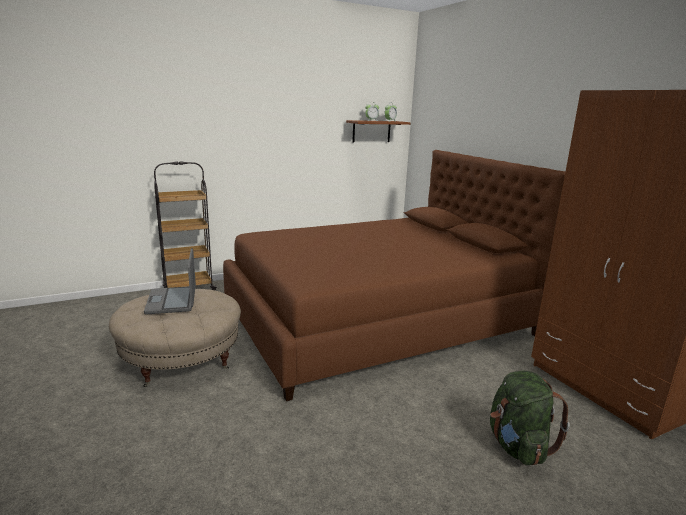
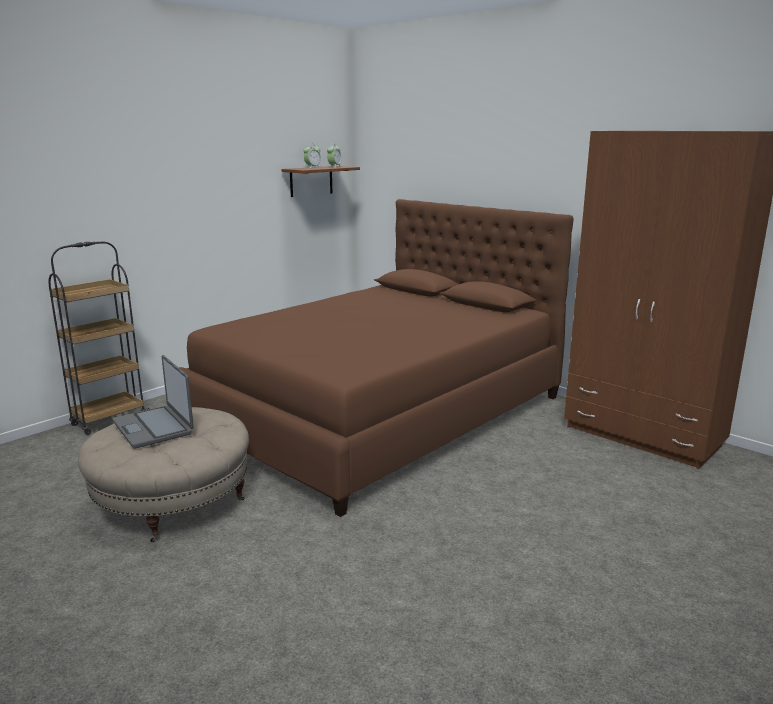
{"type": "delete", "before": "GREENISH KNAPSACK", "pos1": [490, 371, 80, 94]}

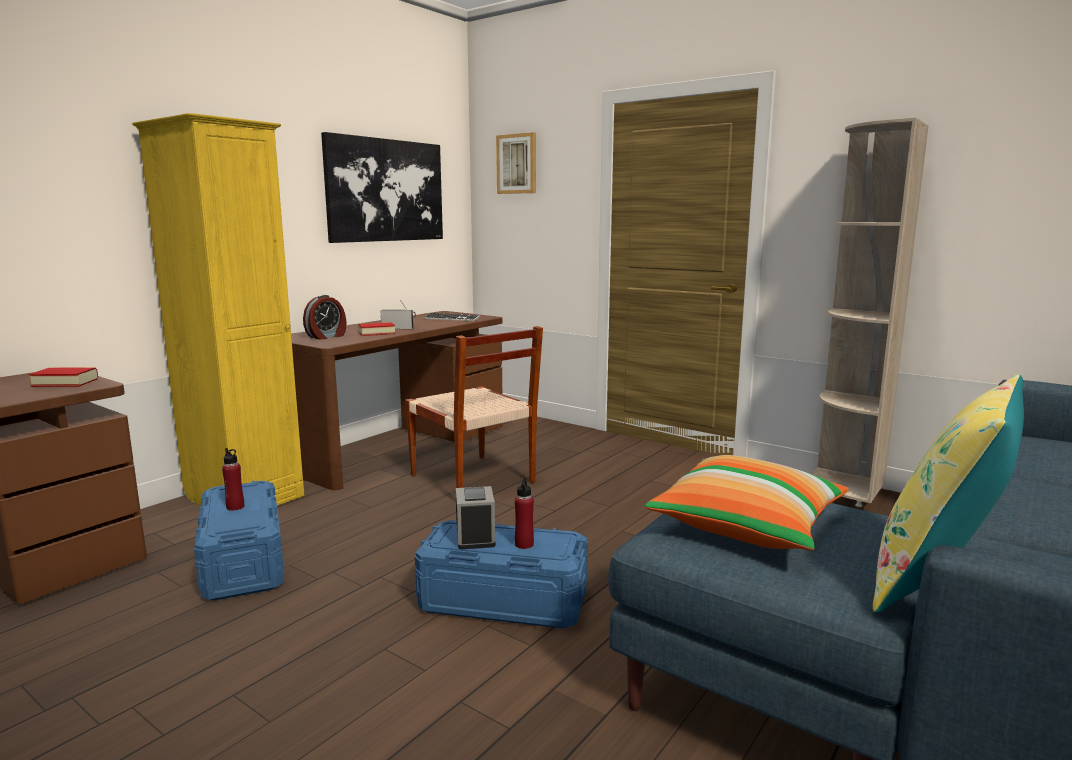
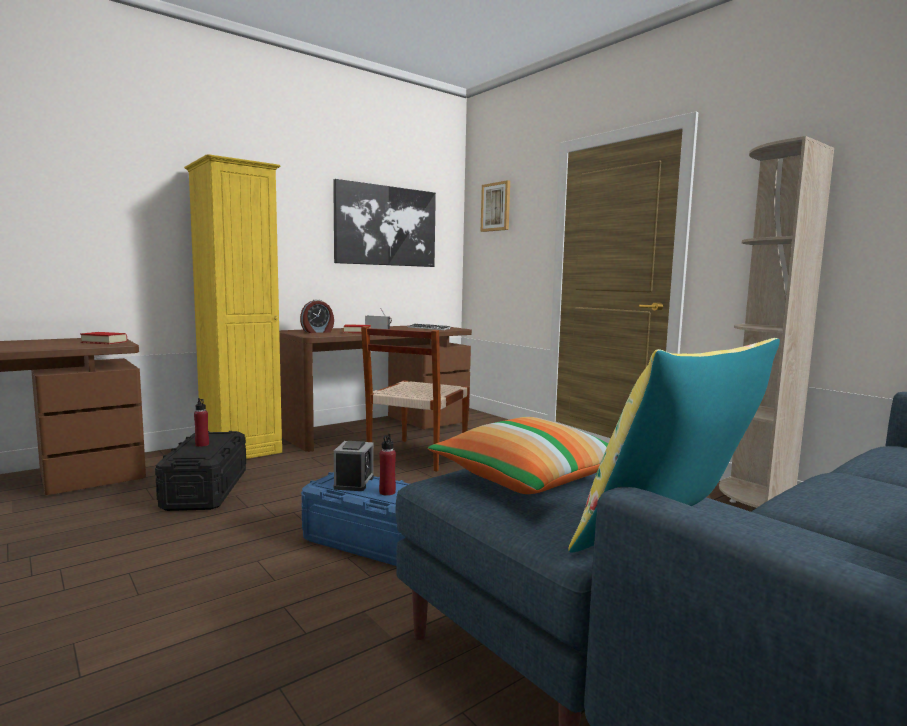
{"type": "recolor", "before": "BLUE STORAGE CONTAINER", "after": "BLACK STORAGE CONTAINER", "pos1": [194, 481, 90, 119], "pos2": [155, 431, 91, 80]}
{"type": "rotate", "before": "UPRIGHT CHAIR", "pos1": [405, 326, 138, 162], "pos2": [361, 326, 109, 146], "turn": 45}

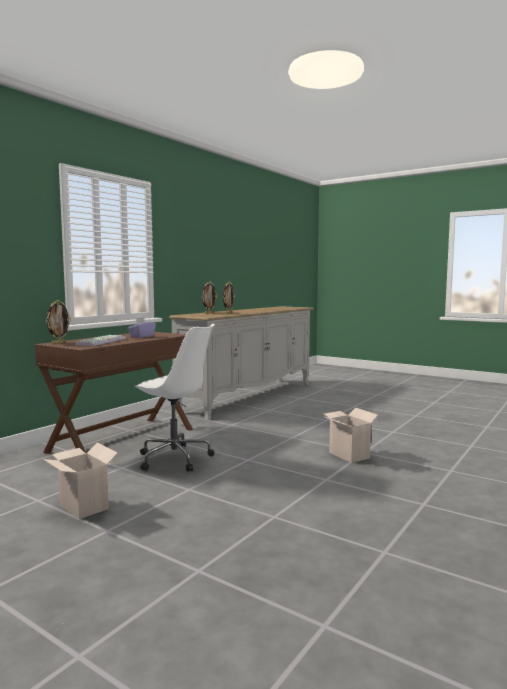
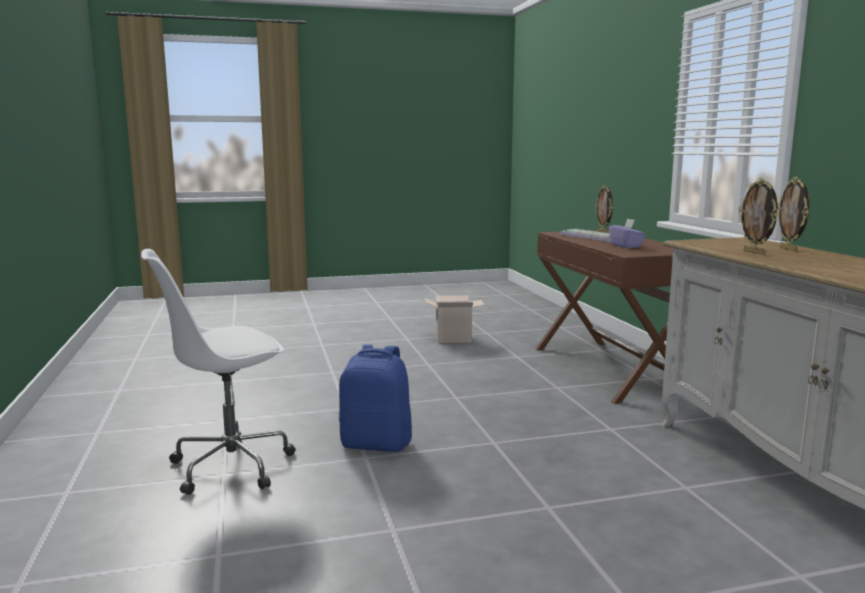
{"type": "move", "before": "WHITE-COLOURED COMPUTER CHAIR", "pos1": [135, 324, 80, 148], "pos2": [141, 249, 155, 246]}
{"type": "replace", "before": "CARDBOARD BOX", "after": "BLUE KNAPSACK", "pos1": [322, 407, 57, 56], "pos2": [339, 344, 73, 108]}

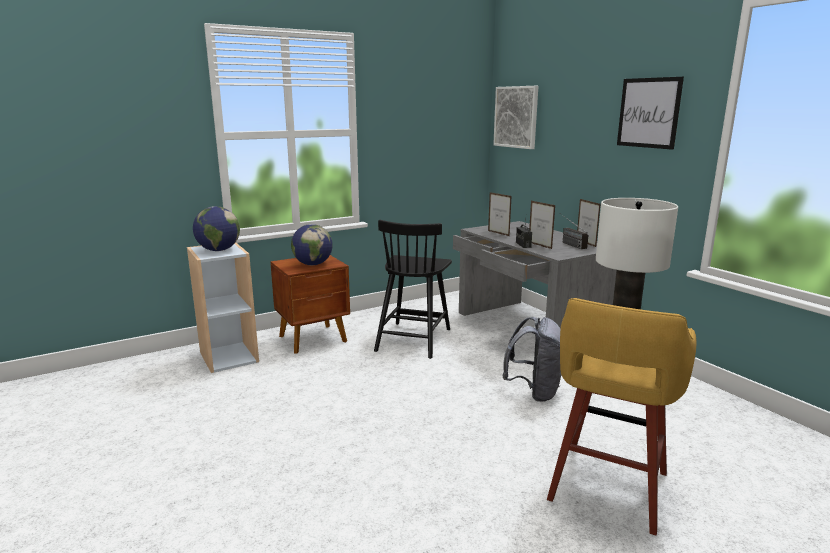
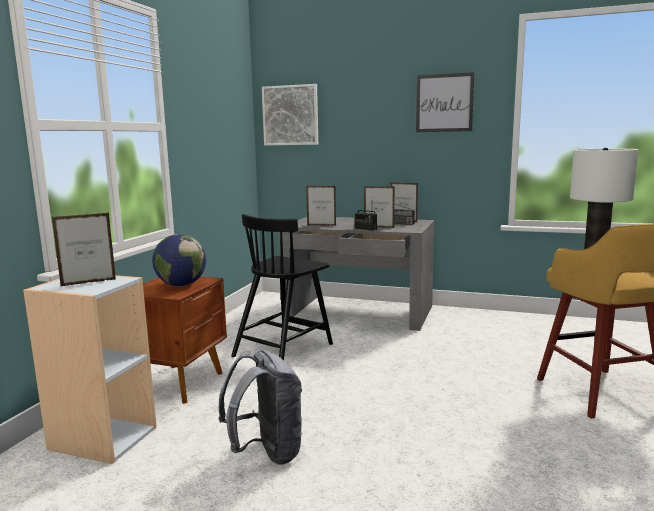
{"type": "move", "before": "GRAY KNAPSACK", "pos1": [502, 317, 59, 85], "pos2": [219, 349, 84, 116]}
{"type": "replace", "before": "DESK GLOBE", "after": "PHOTO FRAME", "pos1": [193, 206, 47, 45], "pos2": [52, 213, 64, 73]}
{"type": "rotate", "before": "BLACK UPRIGHT CHAIR", "pos1": [374, 220, 78, 139], "pos2": [231, 214, 102, 146], "turn": 60}

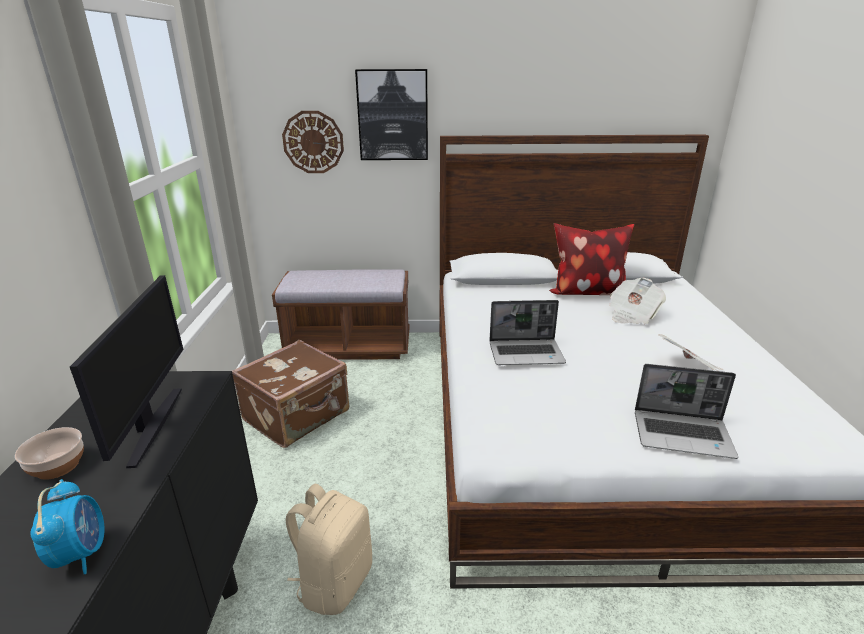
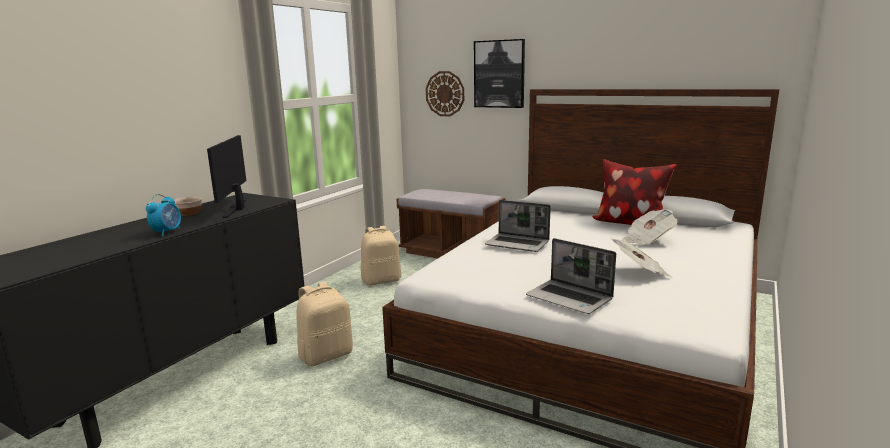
{"type": "replace", "before": "BROWN-COLOURED SUITCASE", "after": "SAND-COLOURED KNAPSACK", "pos1": [232, 340, 117, 108], "pos2": [361, 226, 40, 59]}
{"type": "rotate", "before": "COMPUTER DISPLAY", "pos1": [70, 275, 113, 193], "pos2": [207, 135, 39, 83], "turn": 150}

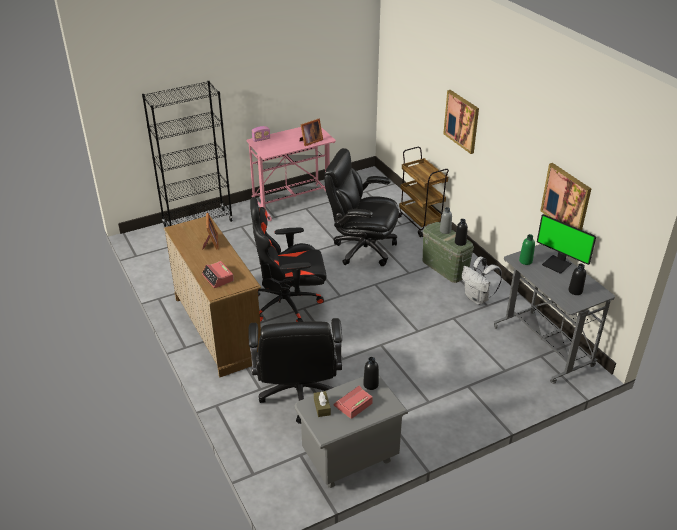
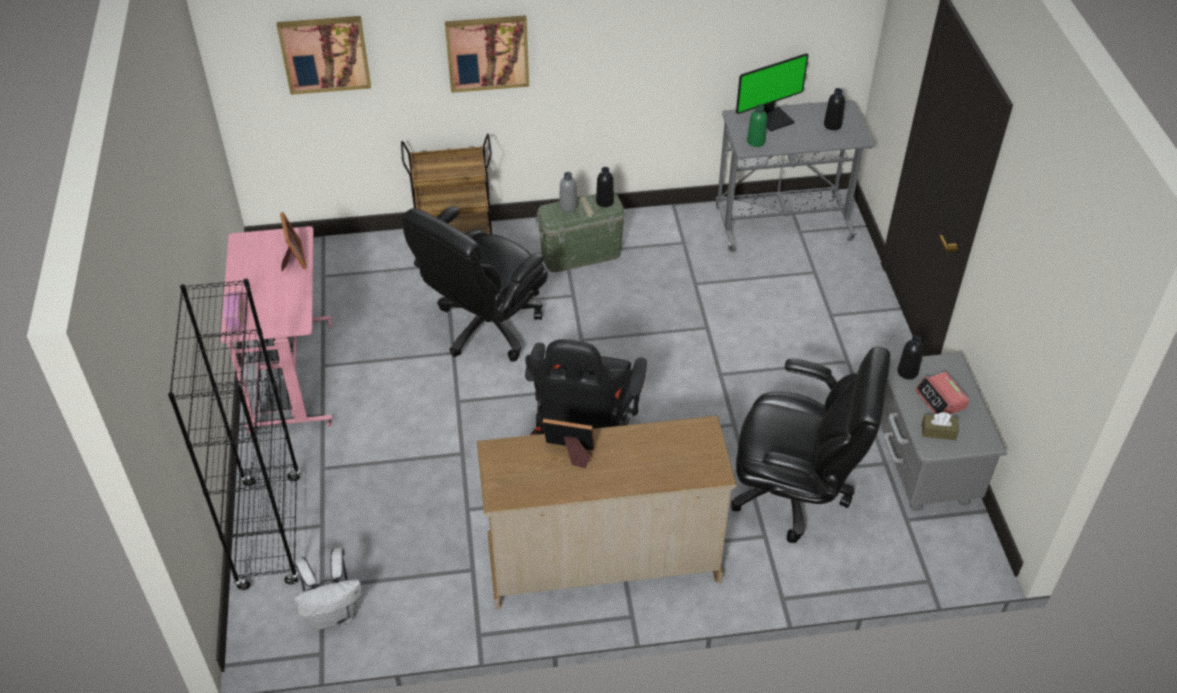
{"type": "delete", "before": "ALARM CLOCK", "pos1": [202, 261, 32, 27]}
{"type": "move", "before": "WHITE-COLOURED KNAPSACK", "pos1": [462, 256, 40, 49], "pos2": [293, 548, 69, 82]}
{"type": "move", "before": "PICTURE", "pos1": [540, 163, 51, 67], "pos2": [277, 16, 94, 79]}

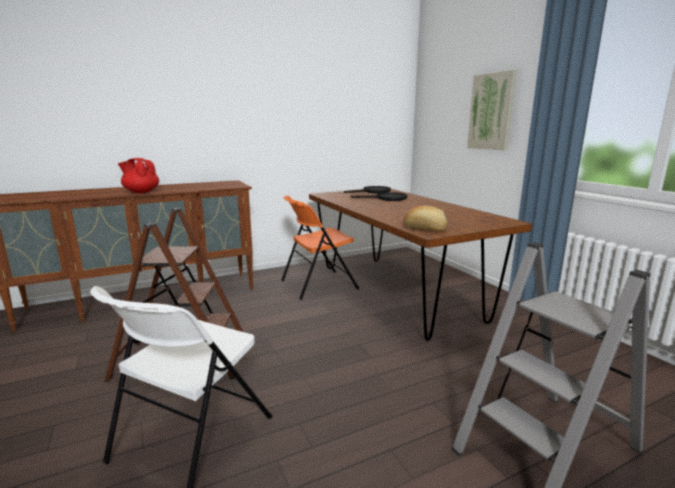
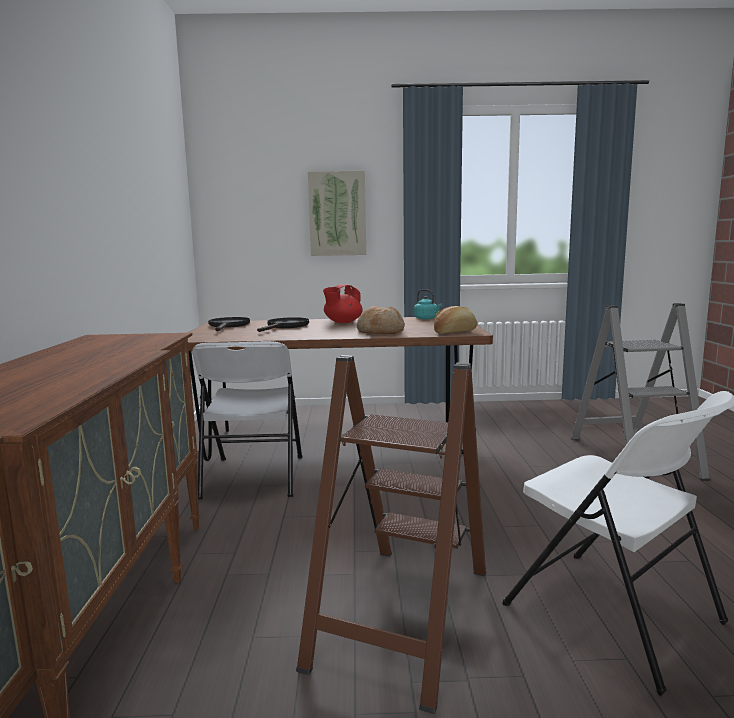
{"type": "insert", "after": "BAKERY BREAD", "pos2": [357, 306, 48, 28]}
{"type": "insert", "after": "BLUE-GREEN TEA KETTLE", "pos2": [414, 289, 28, 30]}
{"type": "move", "before": "RED-COLOURED POT FOR TEA", "pos1": [118, 158, 41, 35], "pos2": [323, 284, 40, 39]}
{"type": "recolor", "before": "ORANGEY UPRIGHT CHAIR", "after": "WHITE-COLOURED UPRIGHT CHAIR", "pos1": [281, 196, 78, 104], "pos2": [192, 341, 111, 158]}

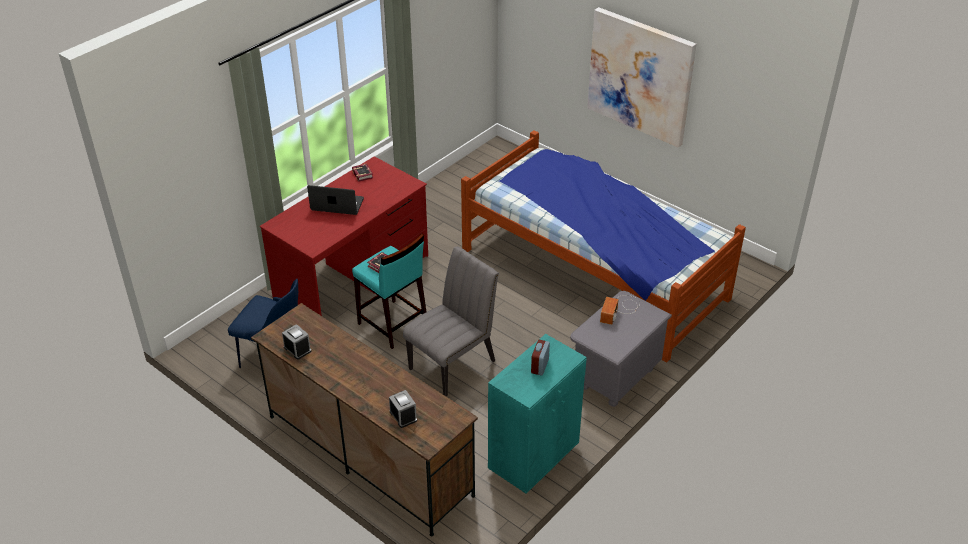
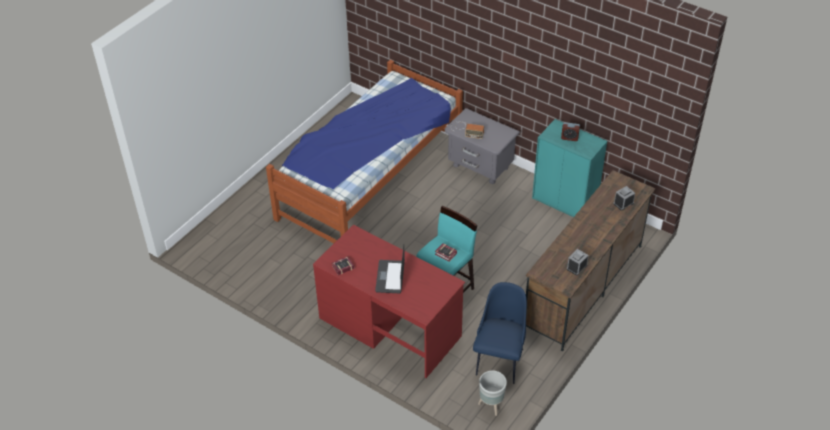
{"type": "delete", "before": "GRAY UPRIGHT CHAIR", "pos1": [403, 246, 96, 150]}
{"type": "delete", "before": "PICTURE", "pos1": [587, 7, 110, 141]}
{"type": "insert", "after": "GRAY PLANTER", "pos2": [478, 370, 29, 46]}

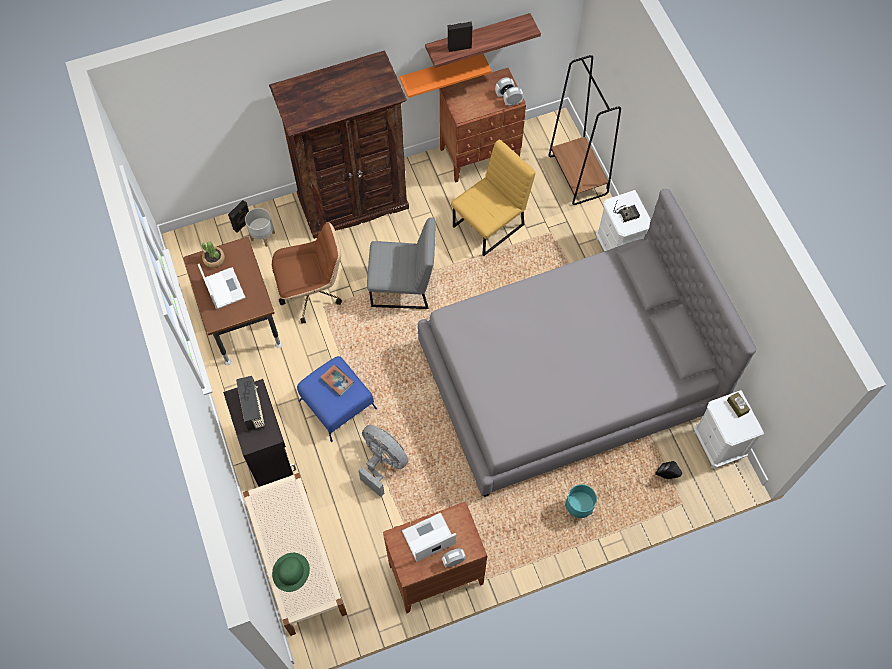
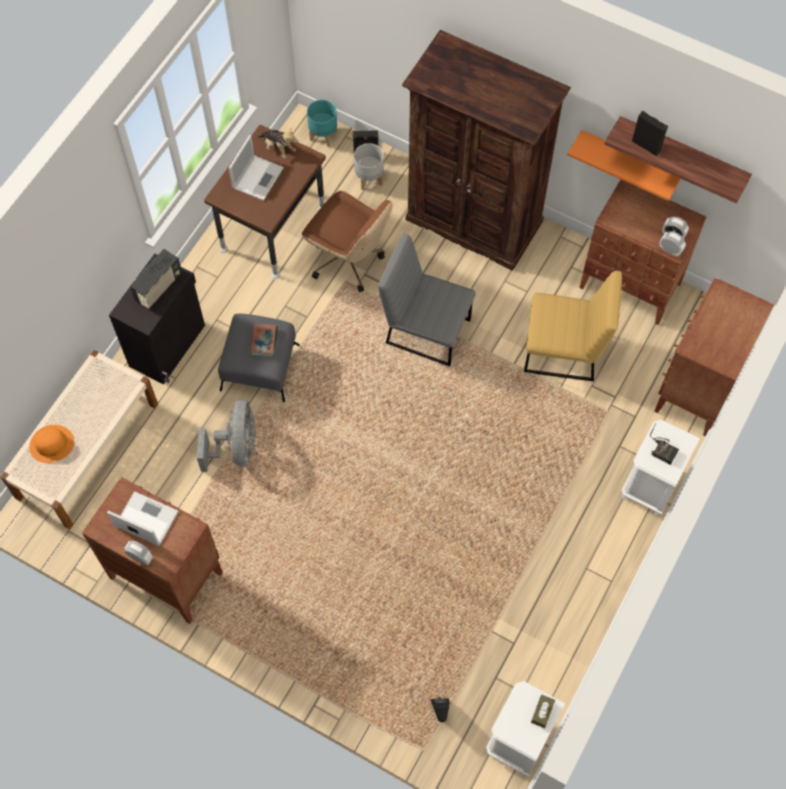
{"type": "delete", "before": "GRAY BED", "pos1": [418, 189, 338, 308]}
{"type": "move", "before": "BLUE-GREEN PLANTER", "pos1": [565, 484, 32, 38], "pos2": [307, 100, 30, 47]}
{"type": "replace", "before": "PLANT IN A POT", "after": "SOFT TOY", "pos1": [202, 242, 23, 26], "pos2": [257, 129, 41, 30]}
{"type": "replace", "before": "CLOTHES RACK", "after": "BROWN-COLOURED DRESSER", "pos1": [548, 55, 73, 150], "pos2": [654, 278, 120, 159]}
{"type": "recolor", "before": "GREENISH CLOTHING HAT", "after": "ORANGEY CLOTHING HAT", "pos1": [272, 553, 38, 39], "pos2": [29, 425, 45, 38]}
{"type": "recolor", "before": "BLUE FOOTREST", "after": "GRAY FOOTREST", "pos1": [297, 356, 80, 86], "pos2": [218, 314, 82, 88]}
{"type": "rotate", "before": "GRAY UPRIGHT CHAIR", "pos1": [367, 217, 69, 92], "pos2": [378, 234, 97, 132], "turn": 150}

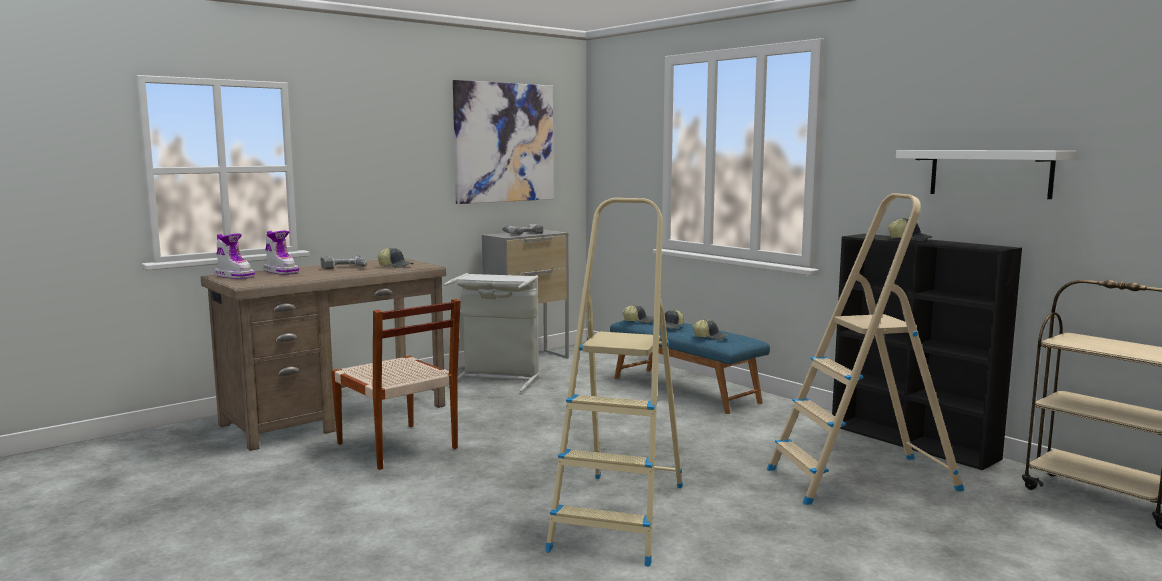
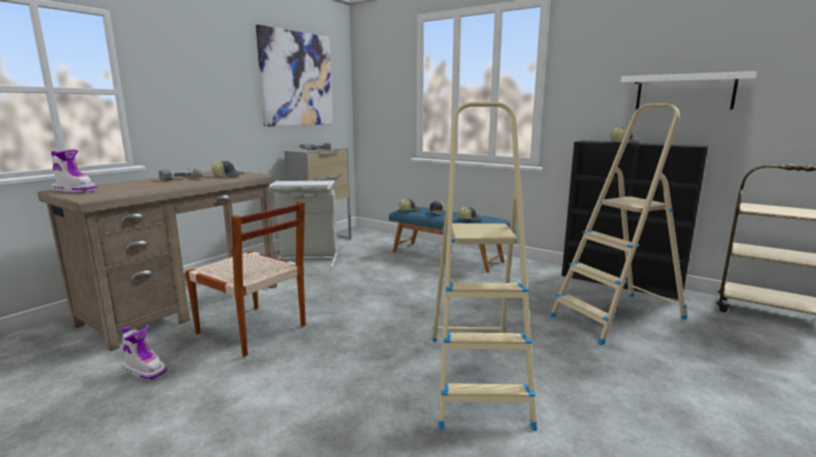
{"type": "move", "before": "HIGH-TOP BOOT", "pos1": [263, 231, 36, 44], "pos2": [121, 326, 46, 55]}

